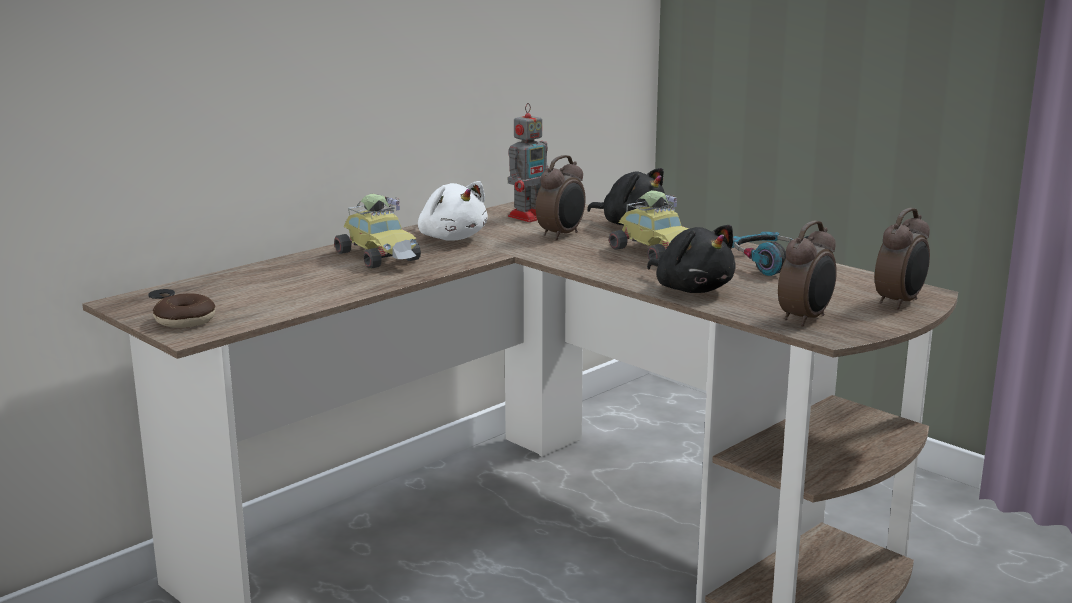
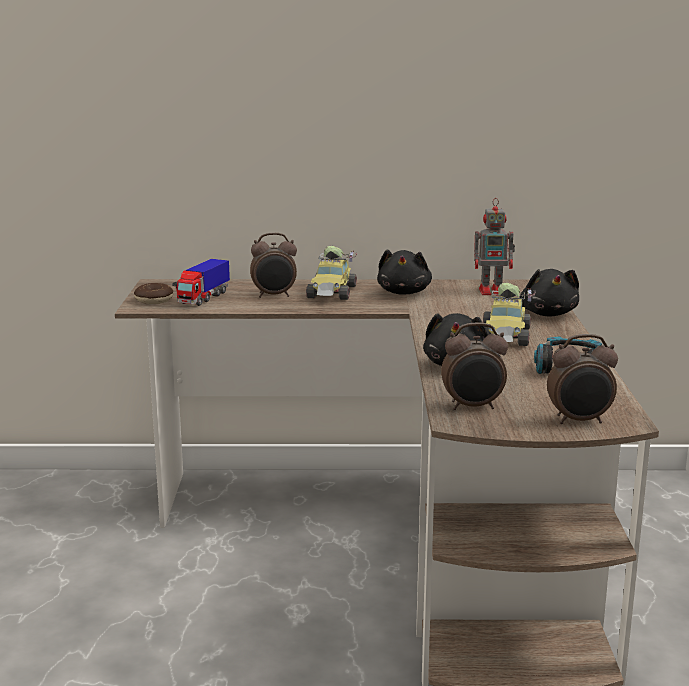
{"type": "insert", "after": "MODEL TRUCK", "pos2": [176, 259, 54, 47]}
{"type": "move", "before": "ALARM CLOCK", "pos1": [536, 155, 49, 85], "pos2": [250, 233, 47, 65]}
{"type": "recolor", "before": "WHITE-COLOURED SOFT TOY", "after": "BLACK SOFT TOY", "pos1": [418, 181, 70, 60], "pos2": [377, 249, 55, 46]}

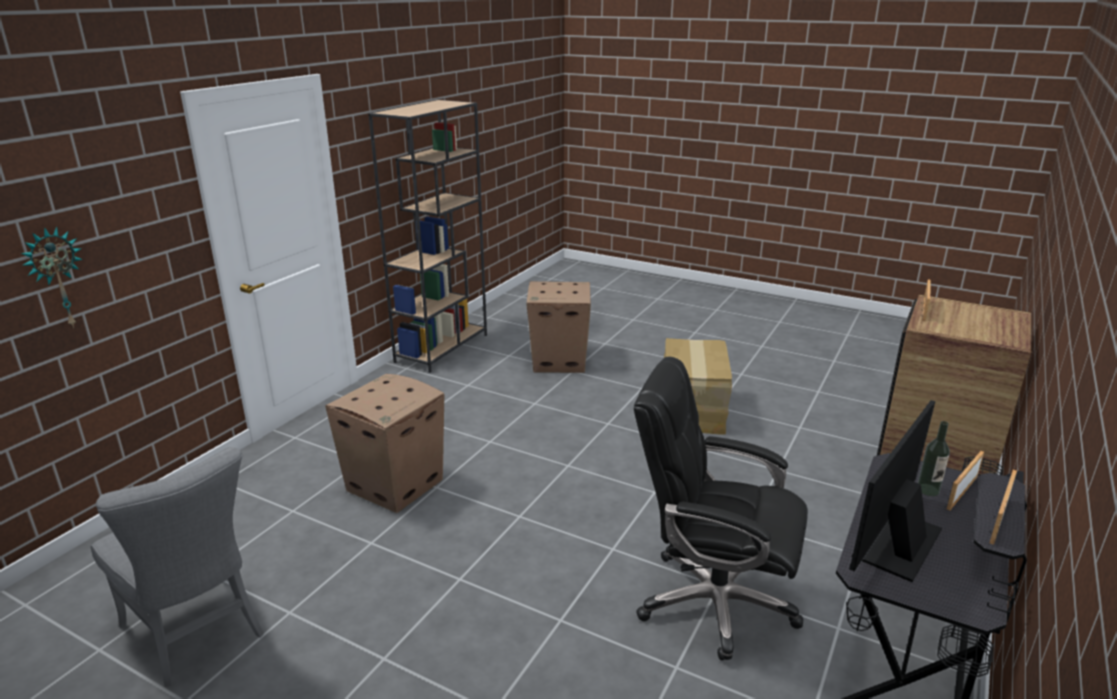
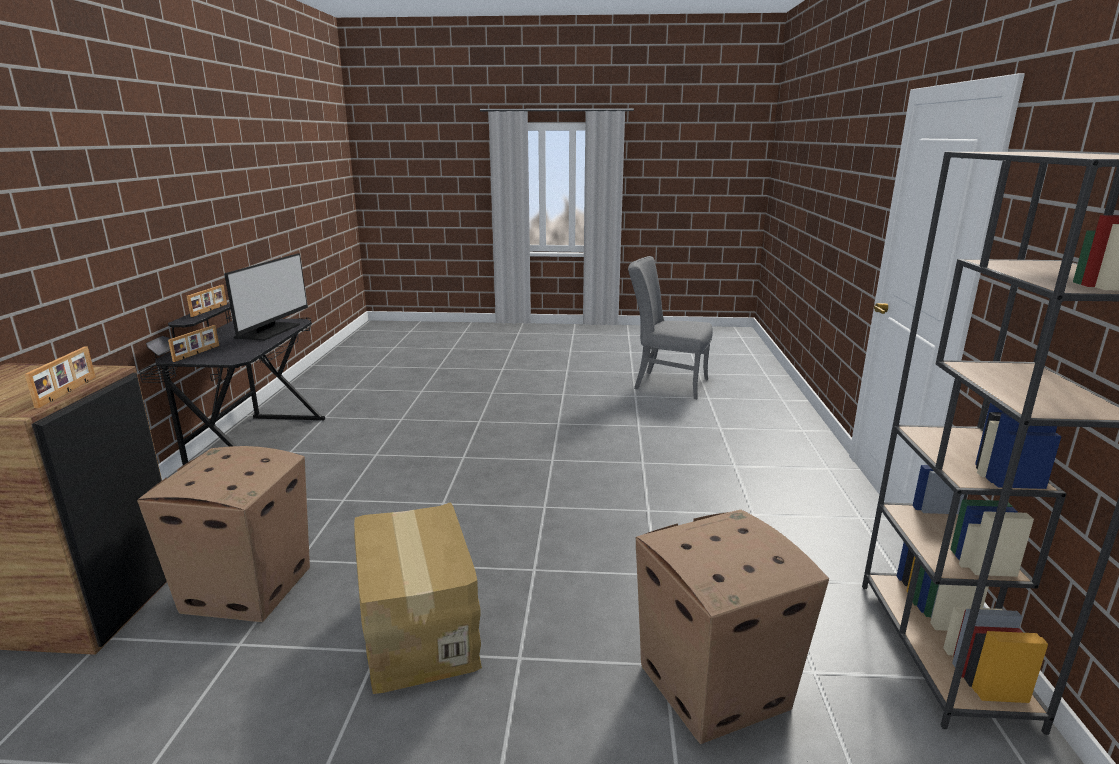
{"type": "delete", "before": "HANGING CLOCK", "pos1": [20, 227, 63, 101]}
{"type": "delete", "before": "BLACK COMPUTER CHAIR", "pos1": [634, 357, 174, 304]}
{"type": "delete", "before": "BEVERAGE BOTTLE", "pos1": [918, 421, 32, 75]}
{"type": "move", "before": "CARDBOARD BOX", "pos1": [325, 374, 119, 139], "pos2": [137, 446, 173, 176]}

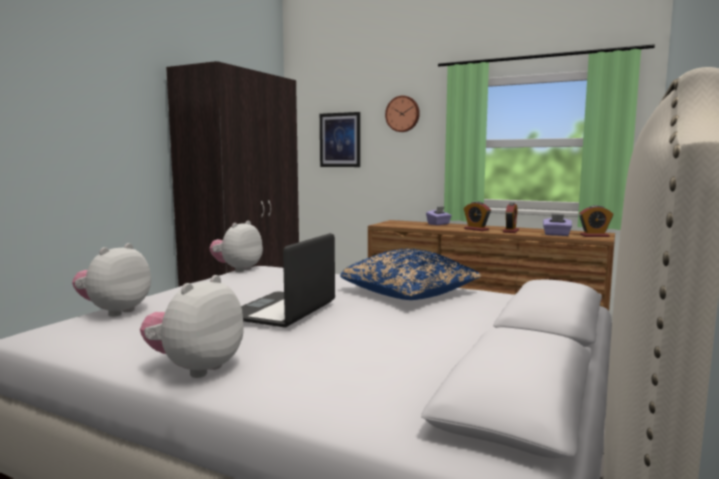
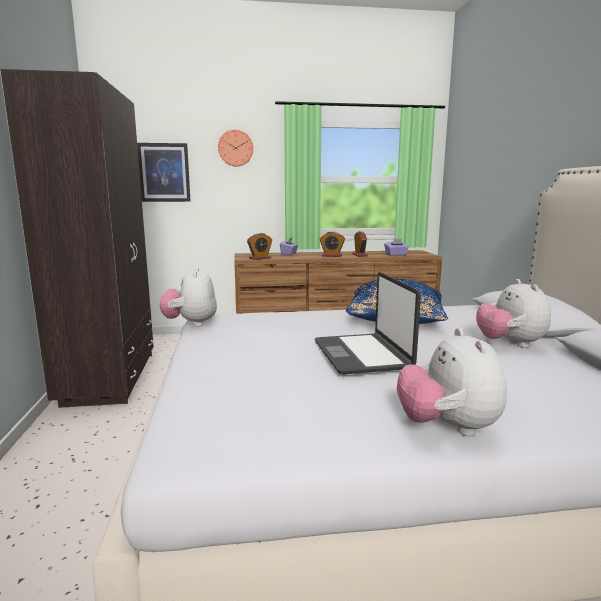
{"type": "move", "before": "SOFT TOY", "pos1": [72, 243, 79, 74], "pos2": [476, 279, 75, 69]}
{"type": "move", "before": "ALARM CLOCK", "pos1": [579, 205, 34, 32], "pos2": [247, 233, 25, 27]}

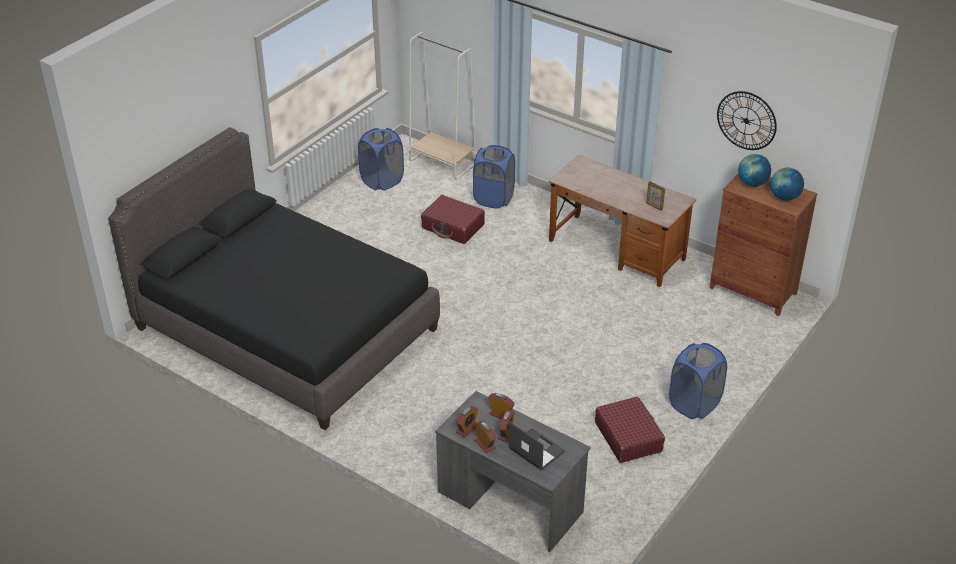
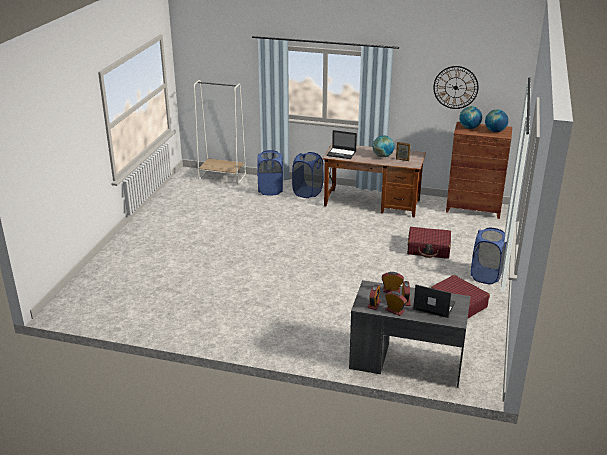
{"type": "delete", "before": "BLACK BED", "pos1": [108, 127, 332, 303]}
{"type": "insert", "after": "PORTABLE COMPUTER", "pos2": [327, 130, 30, 29]}
{"type": "insert", "after": "DESK GLOBE", "pos2": [373, 135, 21, 22]}
{"type": "move", "before": "BLUE LAUNDRY BASKET", "pos1": [358, 128, 46, 62], "pos2": [292, 152, 32, 46]}
{"type": "move", "before": "RED-COLOURED SUITCASE", "pos1": [421, 195, 64, 49], "pos2": [407, 227, 44, 32]}

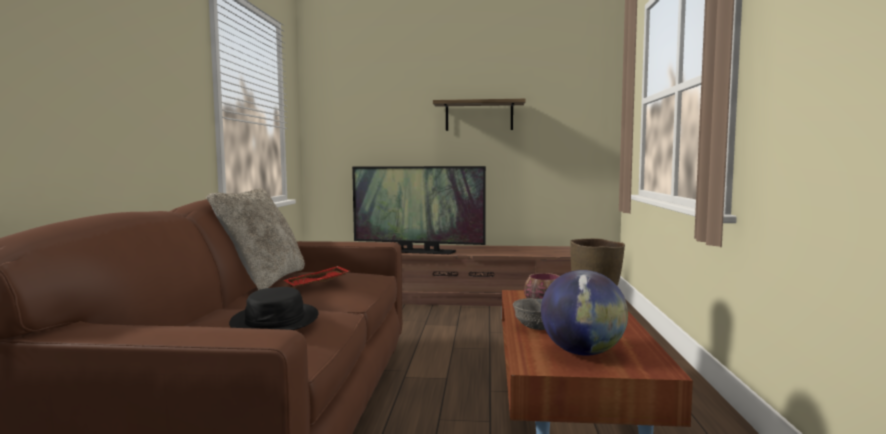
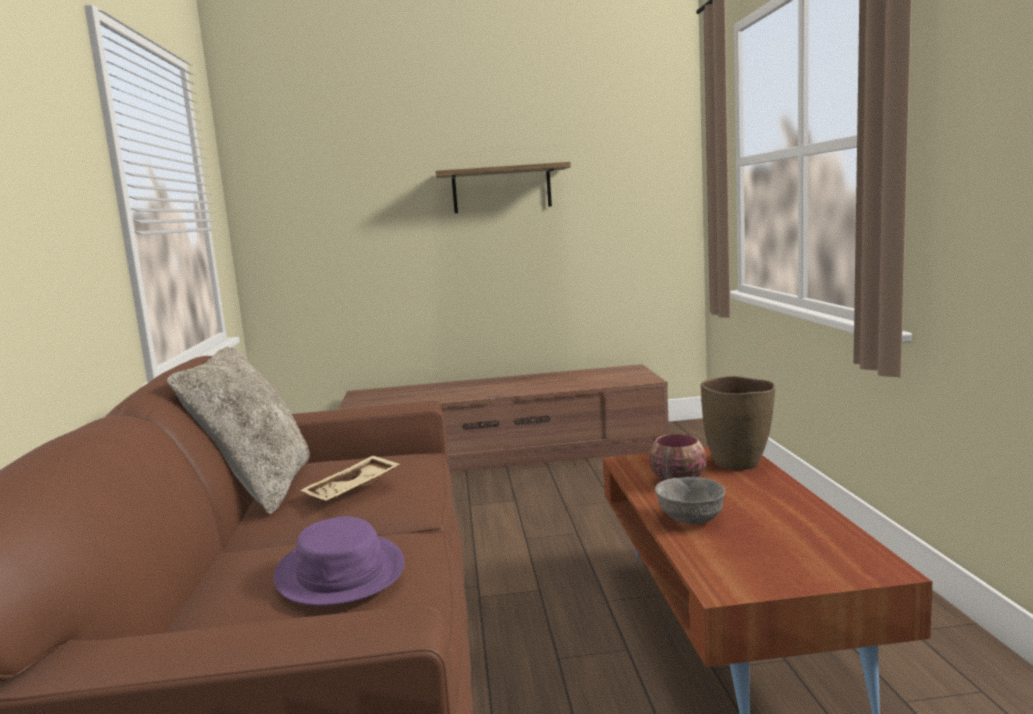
{"type": "delete", "before": "TV SET", "pos1": [352, 166, 134, 88]}
{"type": "delete", "before": "DESK GLOBE", "pos1": [541, 270, 87, 86]}
{"type": "recolor", "before": "BLACK CLOTHING HAT", "after": "PURPLISH CLOTHING HAT", "pos1": [229, 287, 90, 43], "pos2": [274, 516, 130, 90]}
{"type": "recolor", "before": "RED-COLOURED TRAY", "after": "SAND-COLOURED TRAY", "pos1": [284, 266, 65, 21], "pos2": [300, 456, 100, 45]}

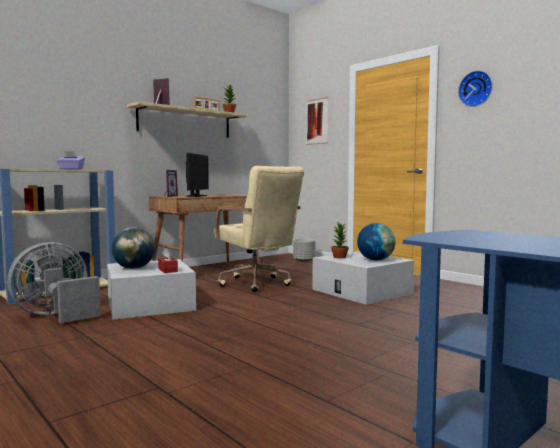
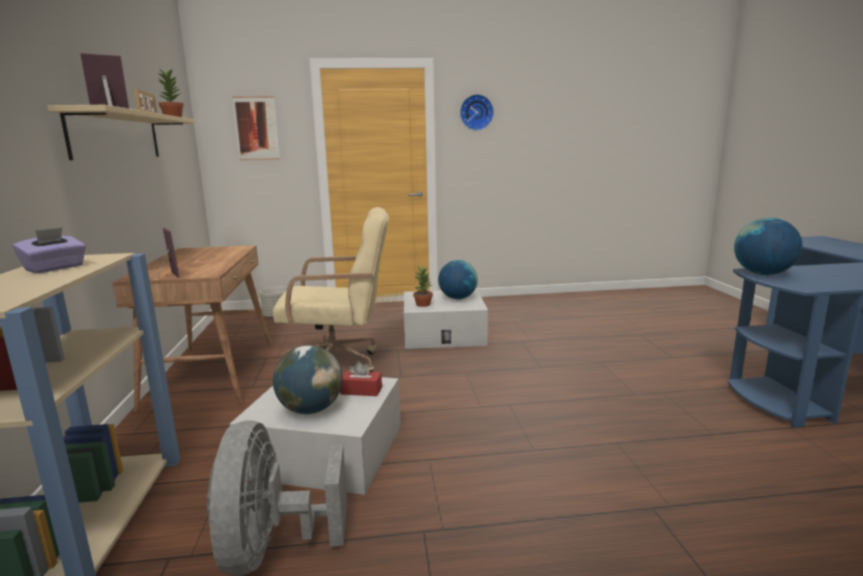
{"type": "delete", "before": "COMPUTER DISPLAY", "pos1": [186, 153, 23, 44]}
{"type": "insert", "after": "DESK GLOBE", "pos2": [734, 218, 68, 57]}

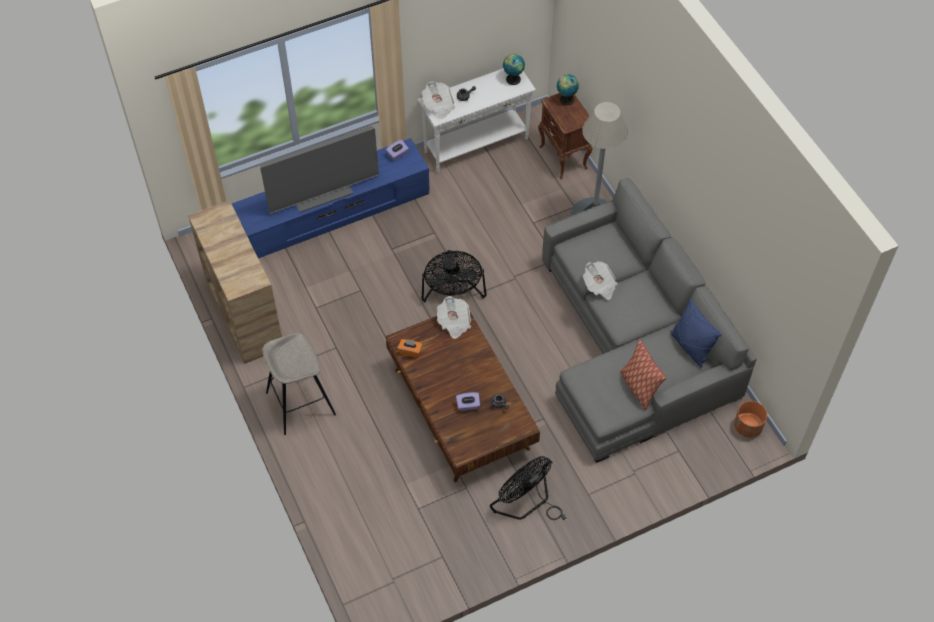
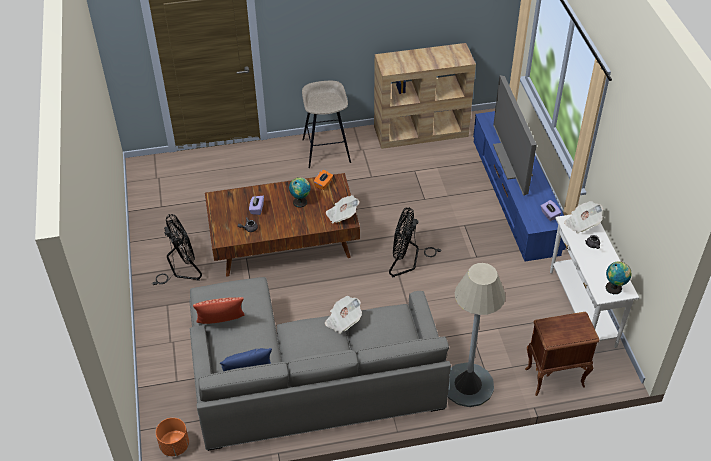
{"type": "move", "before": "DESK GLOBE", "pos1": [557, 74, 22, 31], "pos2": [289, 177, 22, 30]}

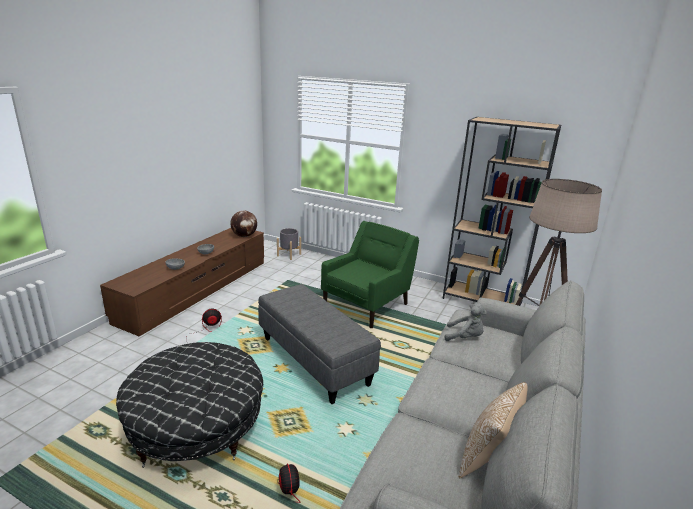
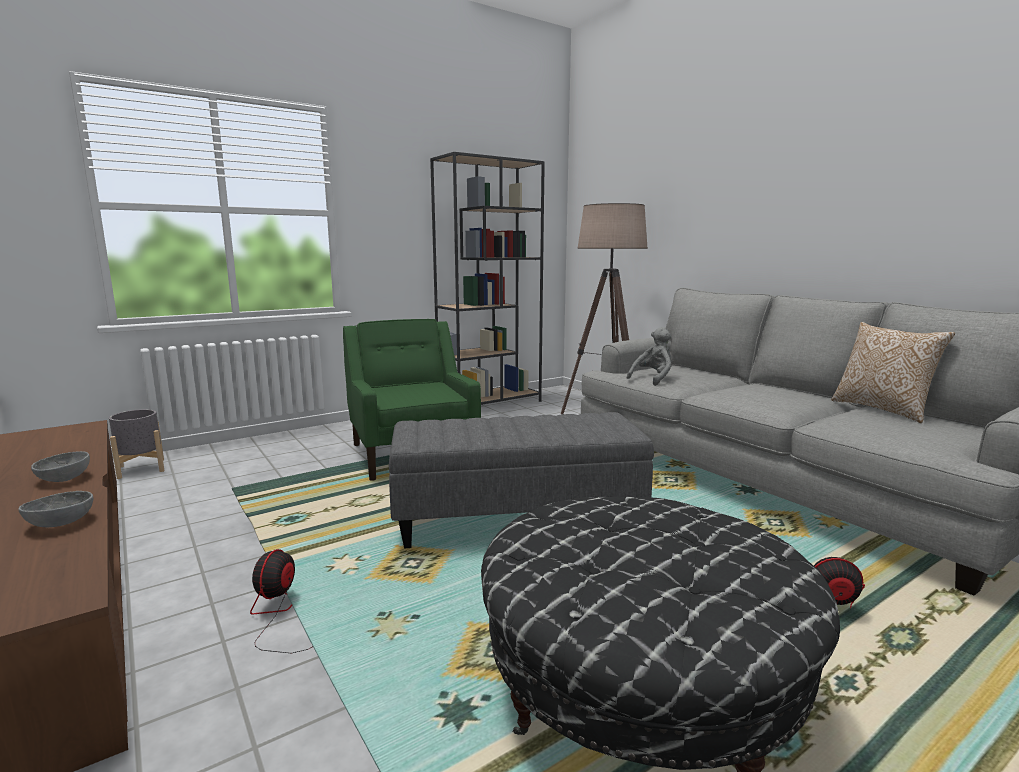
{"type": "delete", "before": "DESK GLOBE", "pos1": [231, 211, 26, 26]}

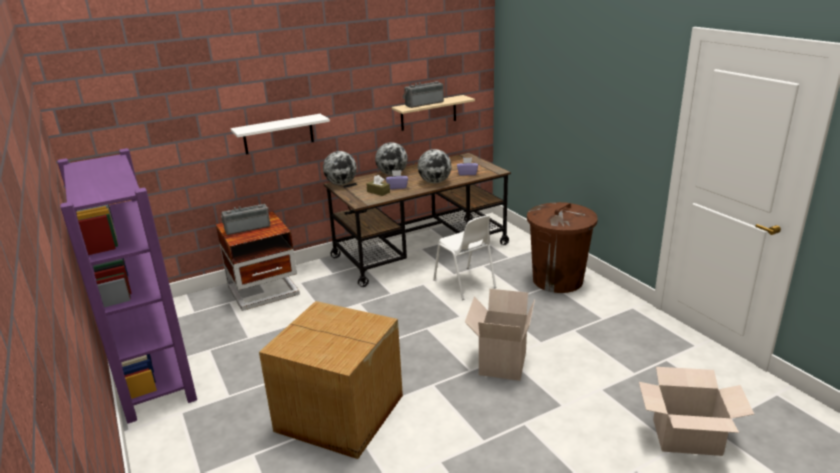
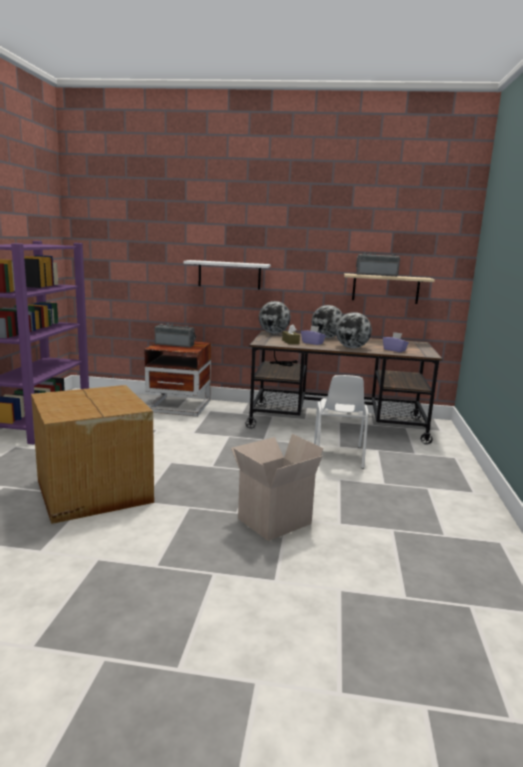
{"type": "delete", "before": "BROWN-COLOURED RUBBISH BIN", "pos1": [527, 202, 71, 91]}
{"type": "delete", "before": "CARDBOARD BOX", "pos1": [639, 367, 115, 89]}

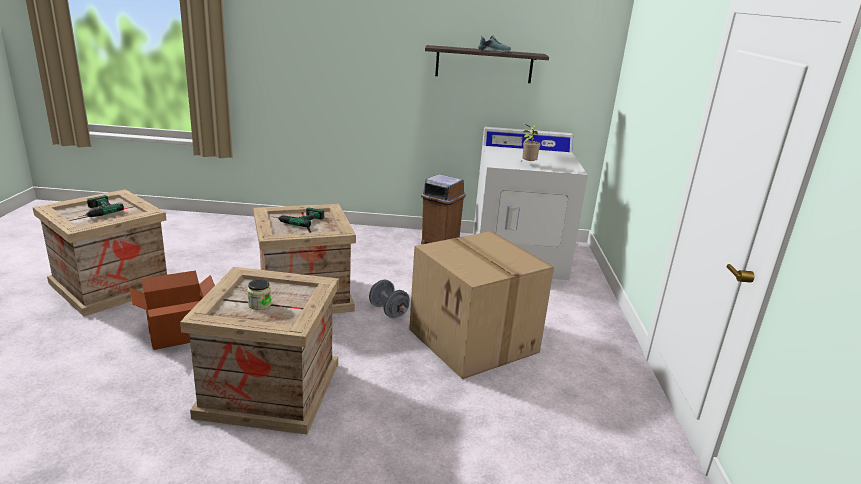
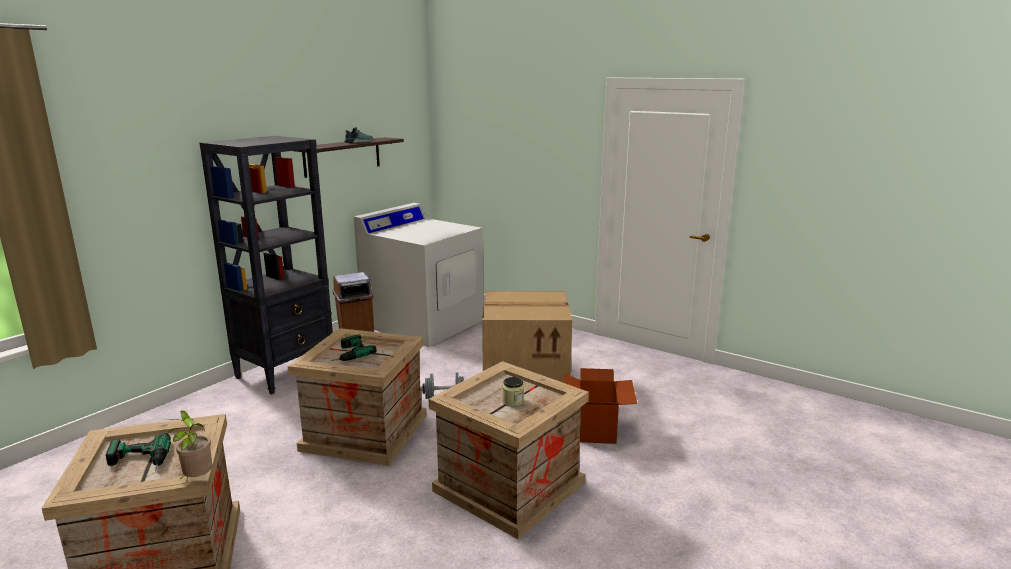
{"type": "insert", "after": "BLACK SHELVING UNIT", "pos2": [200, 136, 133, 258]}
{"type": "move", "before": "CARDBOARD BOX", "pos1": [130, 270, 85, 80], "pos2": [564, 368, 73, 76]}
{"type": "move", "before": "PLANT IN A POT", "pos1": [522, 124, 19, 37], "pos2": [168, 411, 44, 70]}

